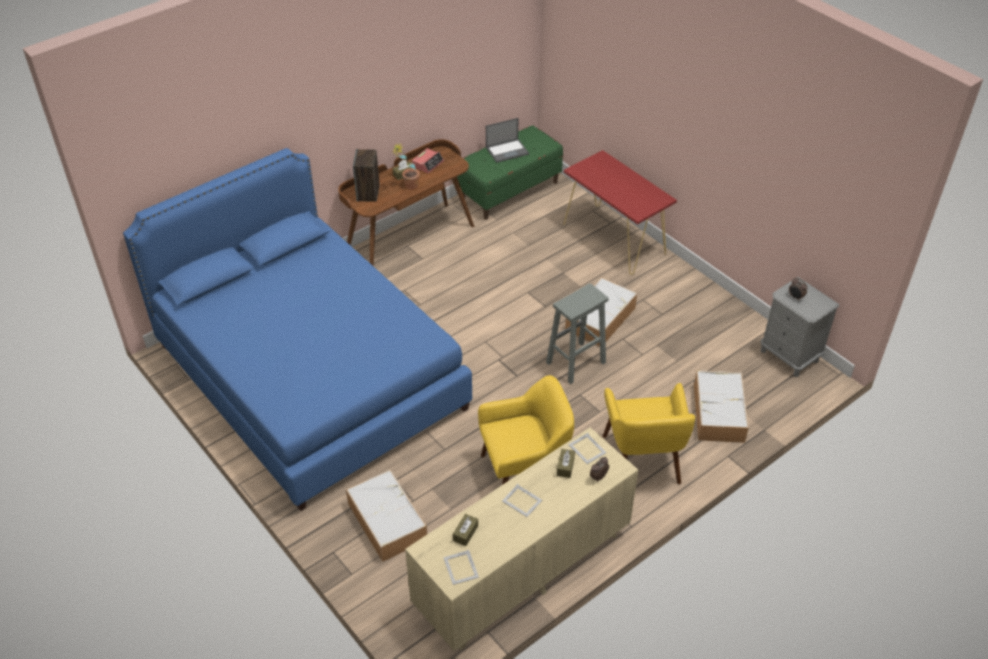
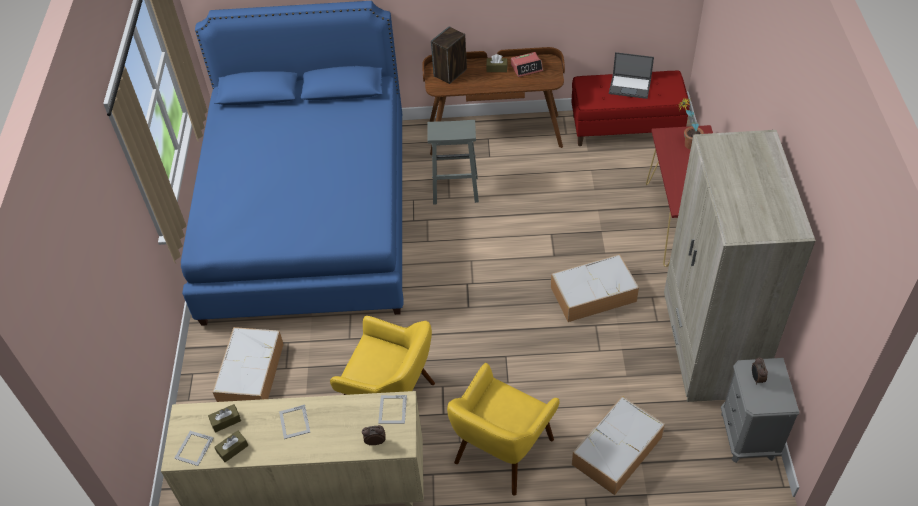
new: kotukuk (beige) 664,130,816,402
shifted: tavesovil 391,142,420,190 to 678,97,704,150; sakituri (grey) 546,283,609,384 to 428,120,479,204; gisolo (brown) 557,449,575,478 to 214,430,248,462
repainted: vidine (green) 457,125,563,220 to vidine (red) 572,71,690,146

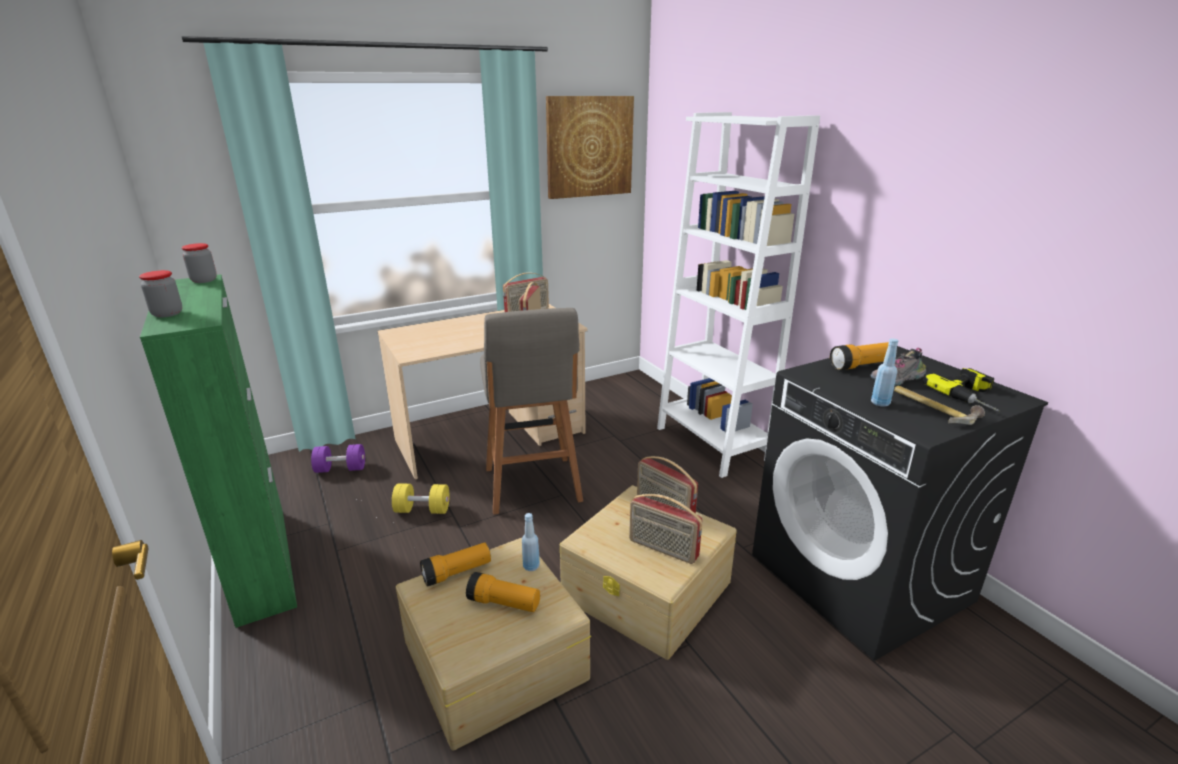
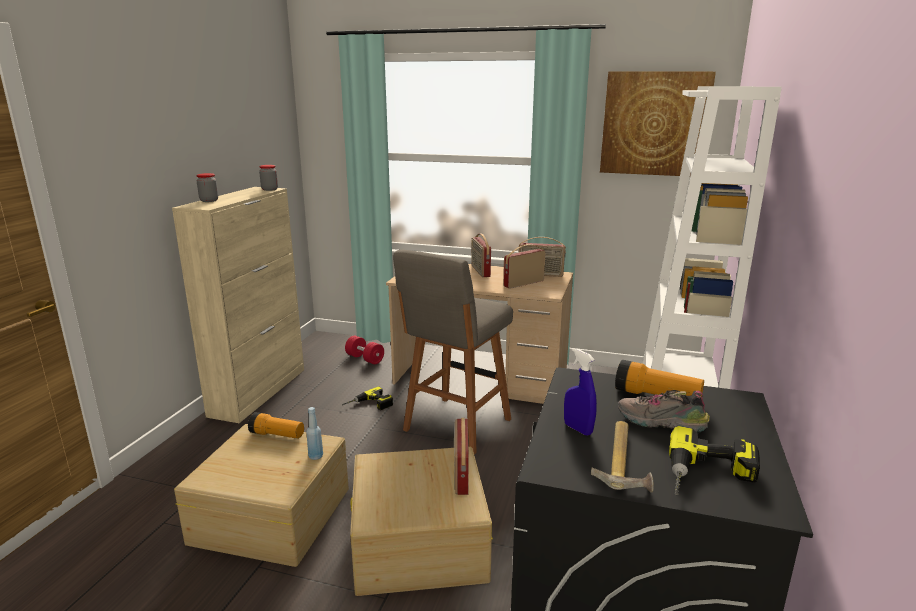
gone: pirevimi 466,572,540,612
shifted: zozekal 629,494,702,564 to 471,234,491,277
swapped: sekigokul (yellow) 392,483,450,514 to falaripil 342,386,393,410; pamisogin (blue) 871,338,898,407 to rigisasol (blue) 564,348,597,436
repainted: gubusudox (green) 140,274,297,628 to gubusudox (beige) 172,187,304,423; sekigokul (purple) 311,444,365,473 to sekigokul (red) 345,336,384,364

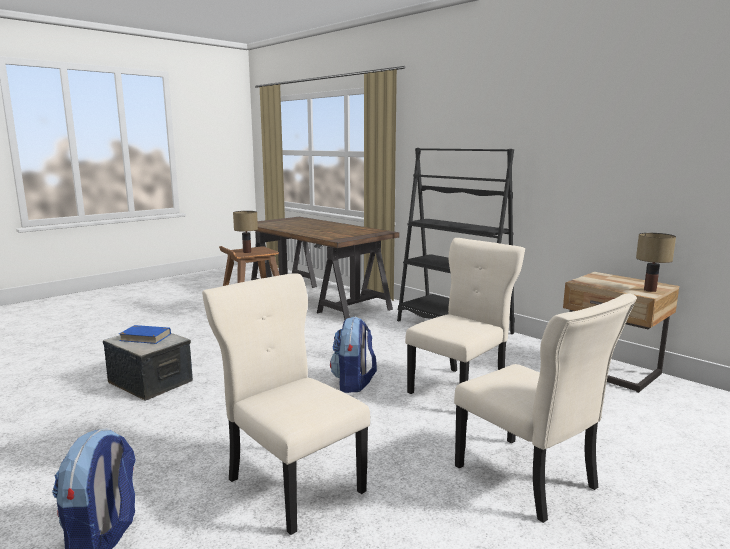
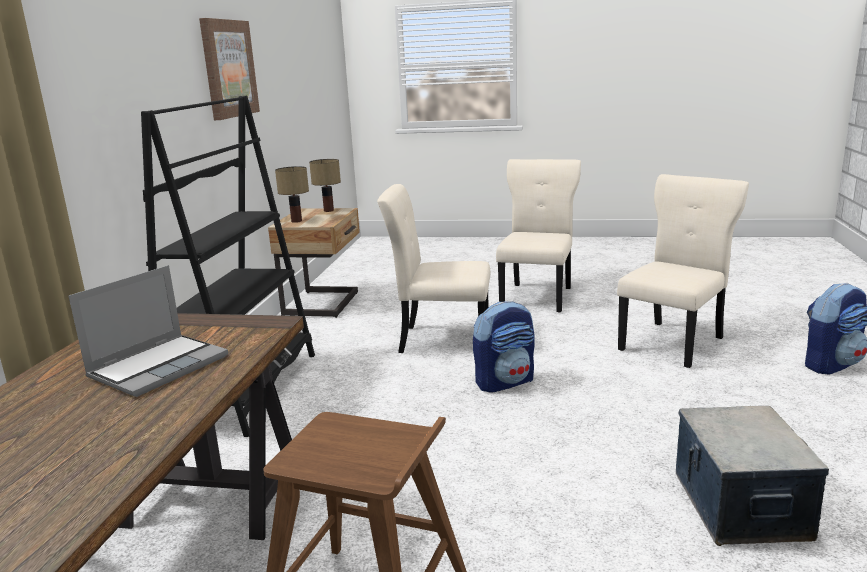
gone: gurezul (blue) 119,325,171,344
new: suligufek 68,265,228,397; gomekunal 199,18,260,120
shifted: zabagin 233,211,258,253 to 275,166,309,223
rotated: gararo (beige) 202,273,370,535 = 617,174,749,368 150 degrees counterclockwise

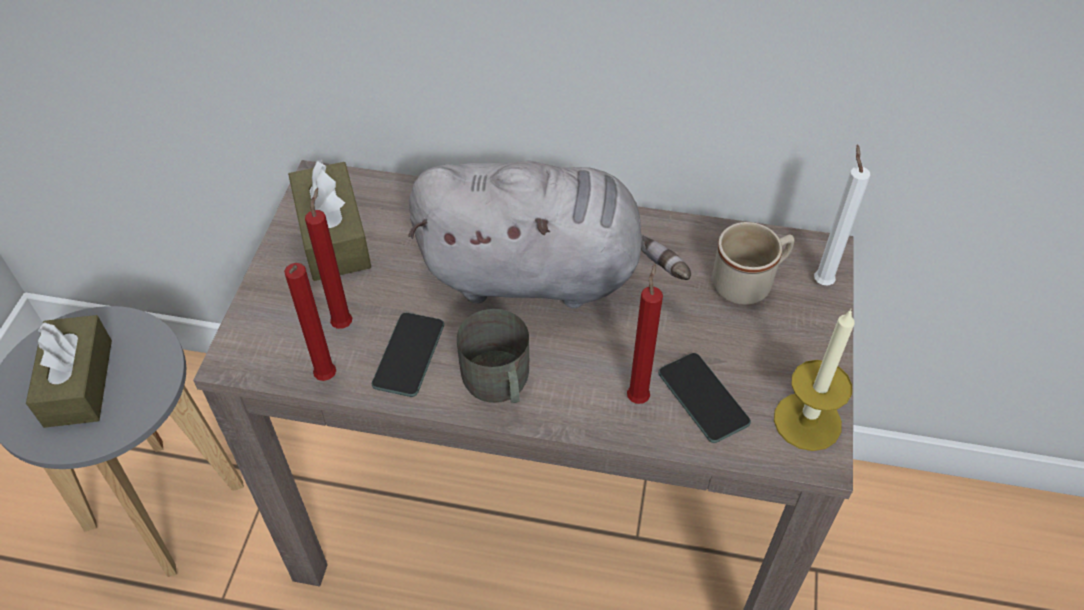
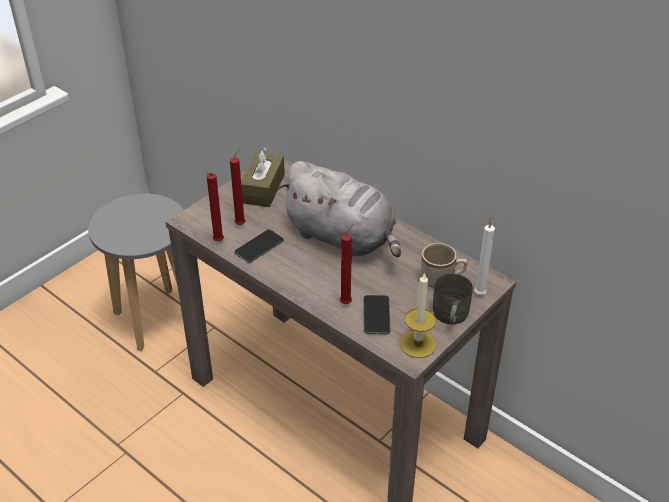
gone: gisolo (brown) 26,315,112,428
shifted: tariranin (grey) 457,309,529,403 to 433,274,473,324

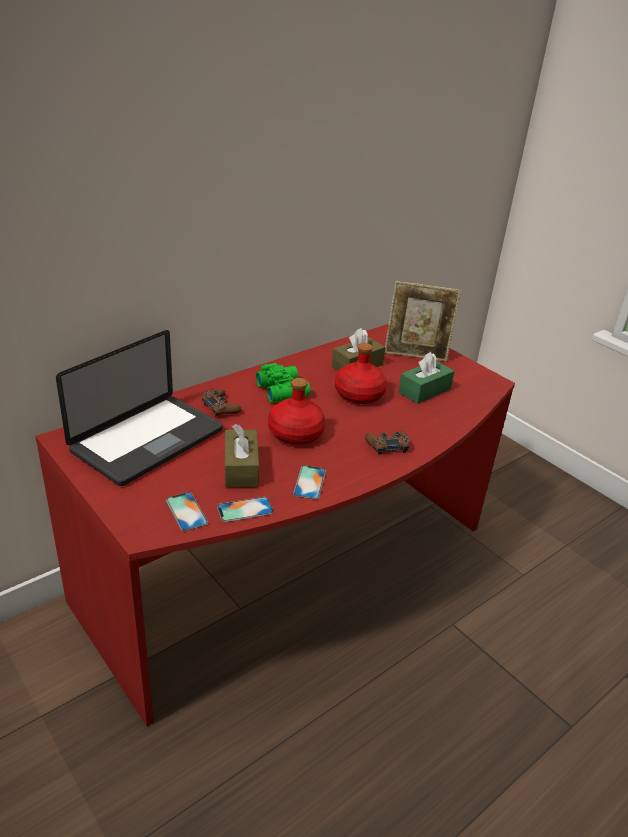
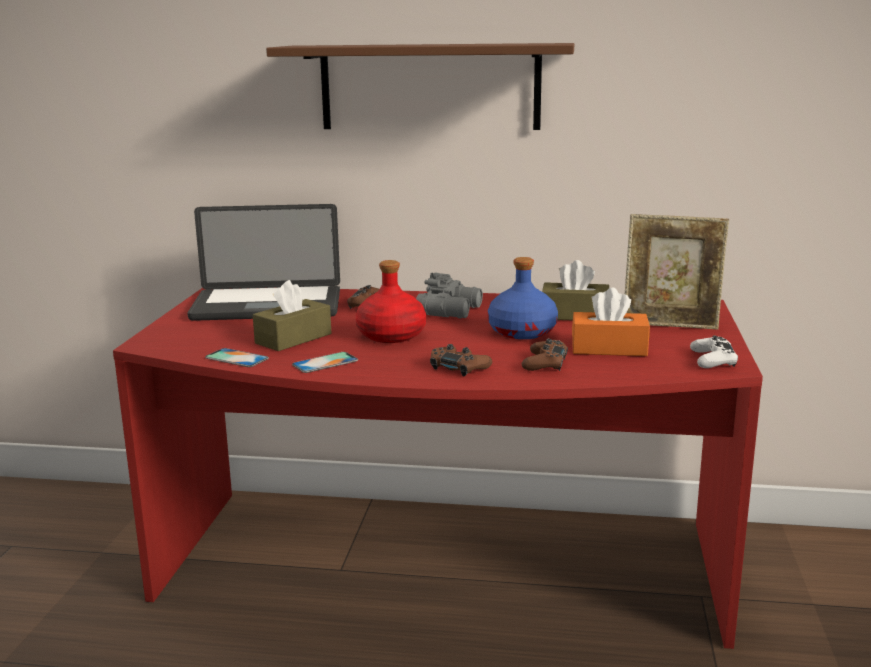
gone: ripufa 166,492,208,531
new: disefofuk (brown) 266,43,574,130; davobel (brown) 522,339,568,371; davobel (white) 690,335,738,368
repainted: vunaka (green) 256,363,311,403 to vunaka (grey) 416,273,483,318; pamisogin (red) 335,343,387,404 to pamisogin (blue) 488,257,558,339; gisolo (green) 398,352,454,404 to gisolo (orange) 572,288,650,356
rotated: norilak 385,281,461,362 = 625,214,729,329 45 degrees counterclockwise

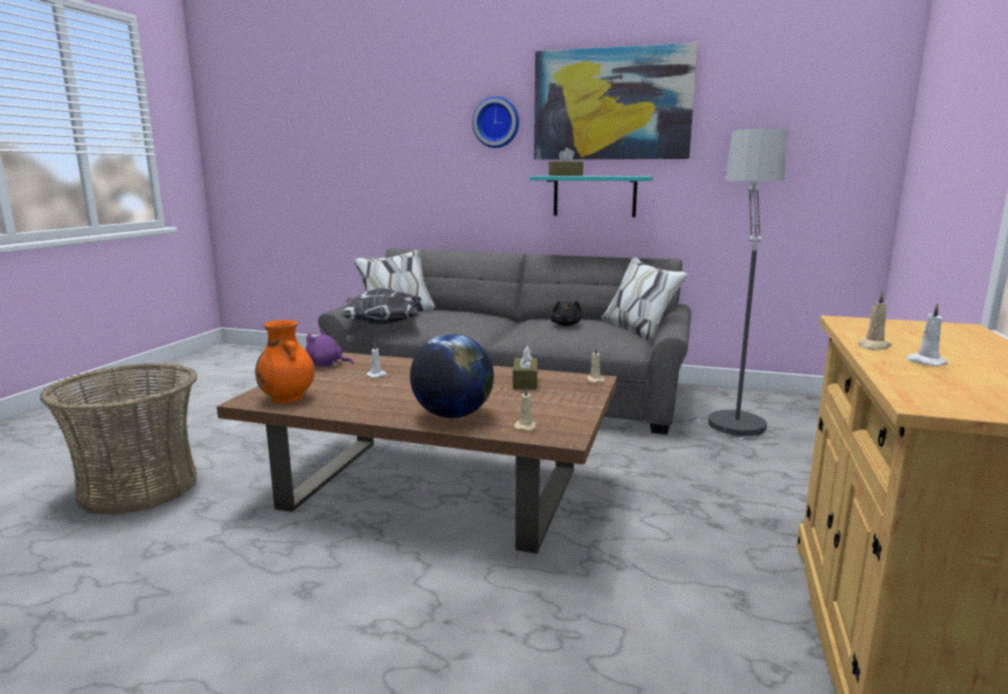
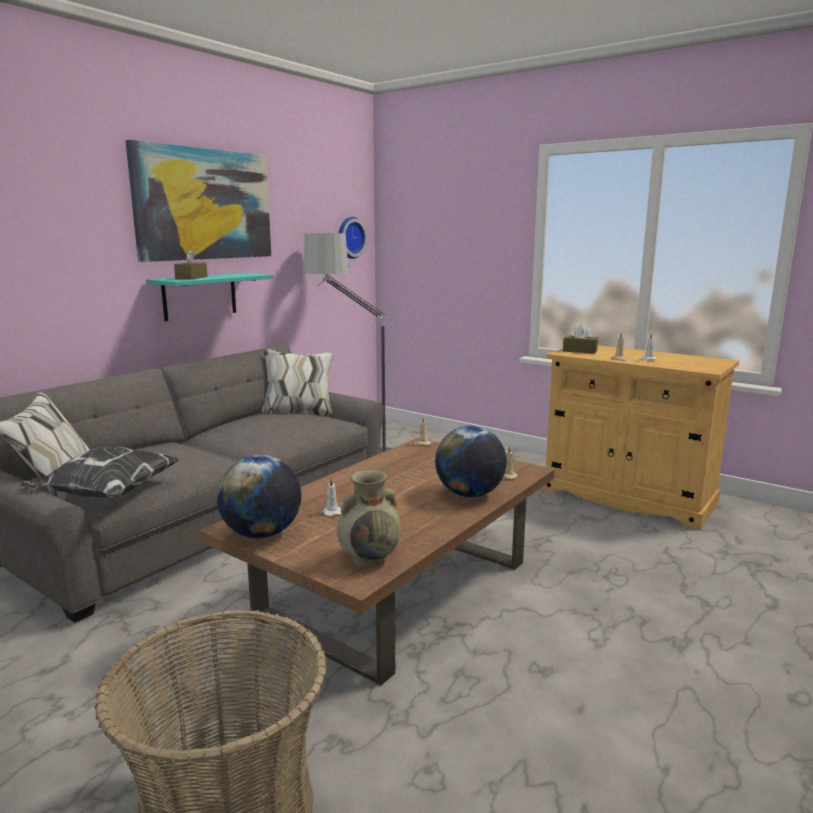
gone: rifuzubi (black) 550,301,581,326
shifted: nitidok 472,96,519,148 to 339,217,367,259; gisolo (brown) 513,346,537,389 to 563,324,598,354
swapped: rifuzubi (purple) 305,330,354,367 to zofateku 217,455,302,538
repainted: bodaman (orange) 255,320,314,403 to bodaman (beige) 337,470,401,567

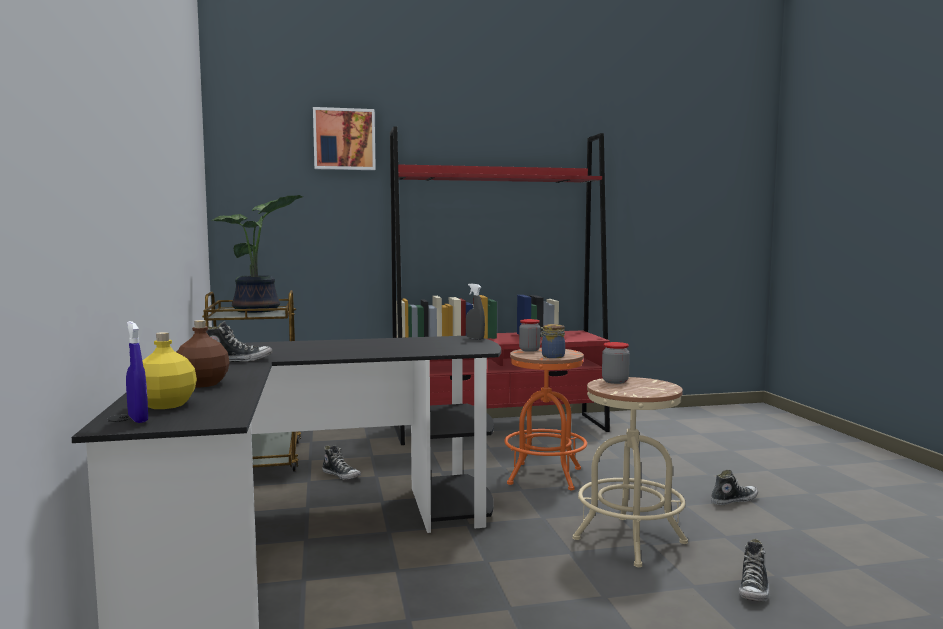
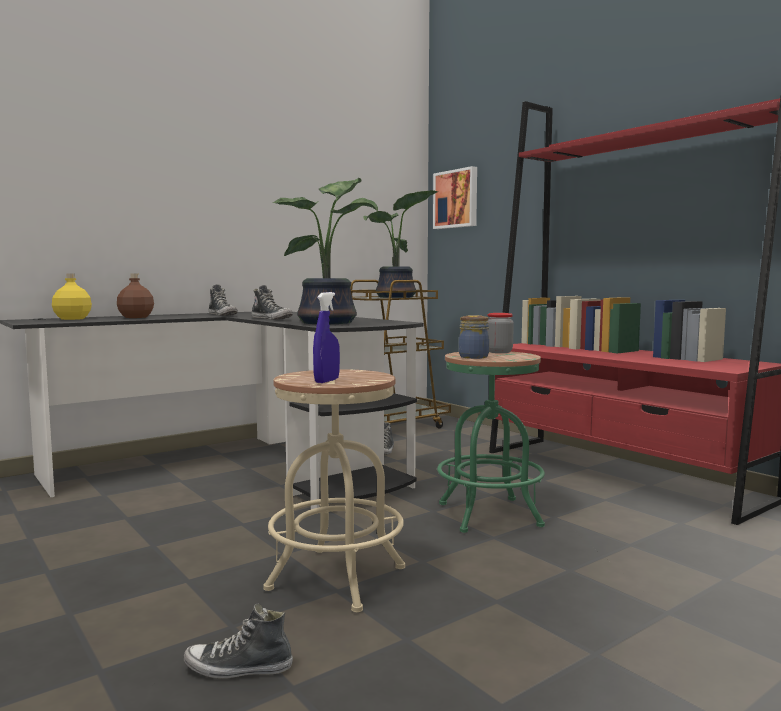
gone: rigisasol (grey) 466,284,485,340; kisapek 602,342,630,384
new: tavesovil 273,178,378,324
shifted: rigisasol (blue) 126,321,148,423 to 313,292,340,383; gomekunal 313,107,376,170 to 433,166,477,229; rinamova 711,470,758,505 to 252,285,293,320
repainted: sakituri (orange) 504,348,587,491 to sakituri (green) 437,352,545,533

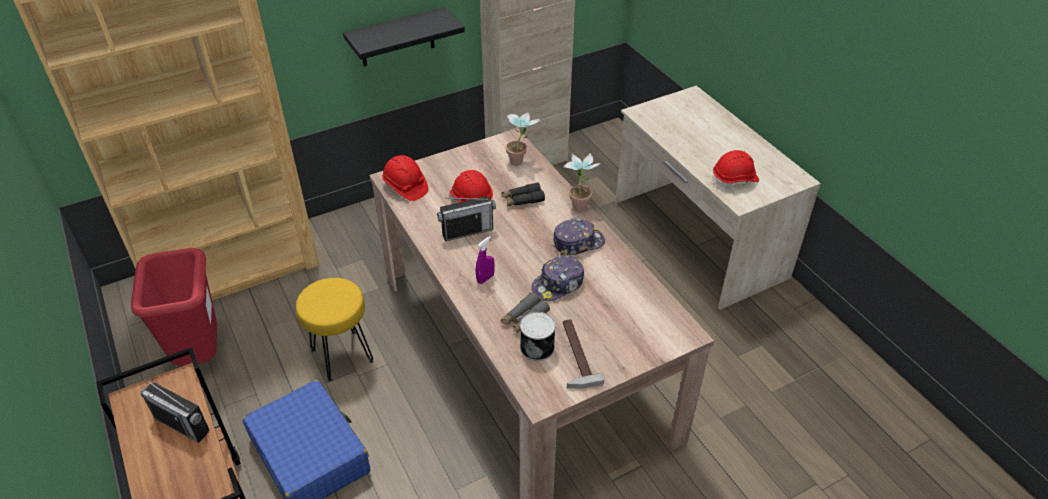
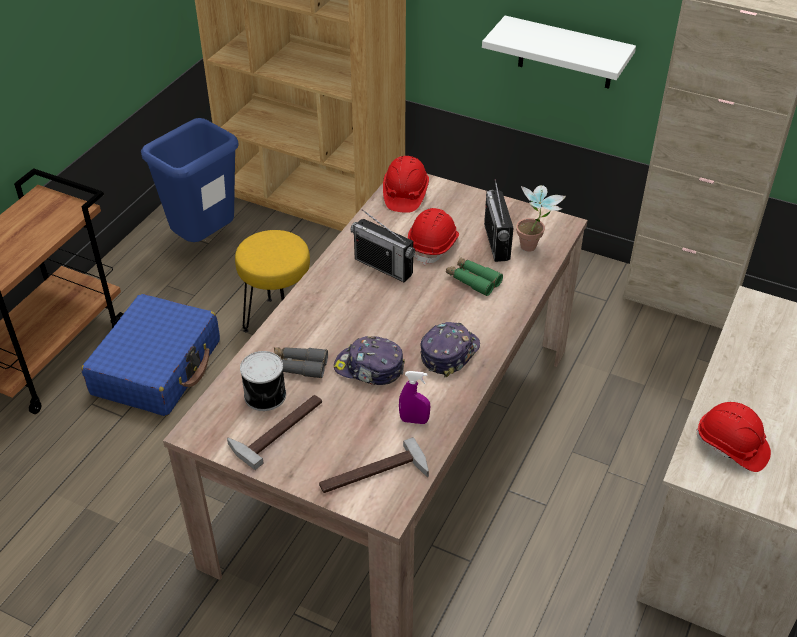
gone: tavesovil 563,153,601,212
new: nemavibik 319,437,429,493
shifted: zozekal 140,379,209,443 to 484,179,513,262; rigisasol (purple) 476,236,495,284 to 399,371,430,424
repainted: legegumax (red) 131,248,217,366 to legegumax (blue) 141,118,239,242; disefofuk (black) 343,7,465,66 to disefofuk (white) 482,16,636,89; vunaka (black) 501,182,545,206 to vunaka (green) 446,257,503,296
rotated: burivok 553,219,605,255 = 421,322,480,377 90 degrees counterclockwise

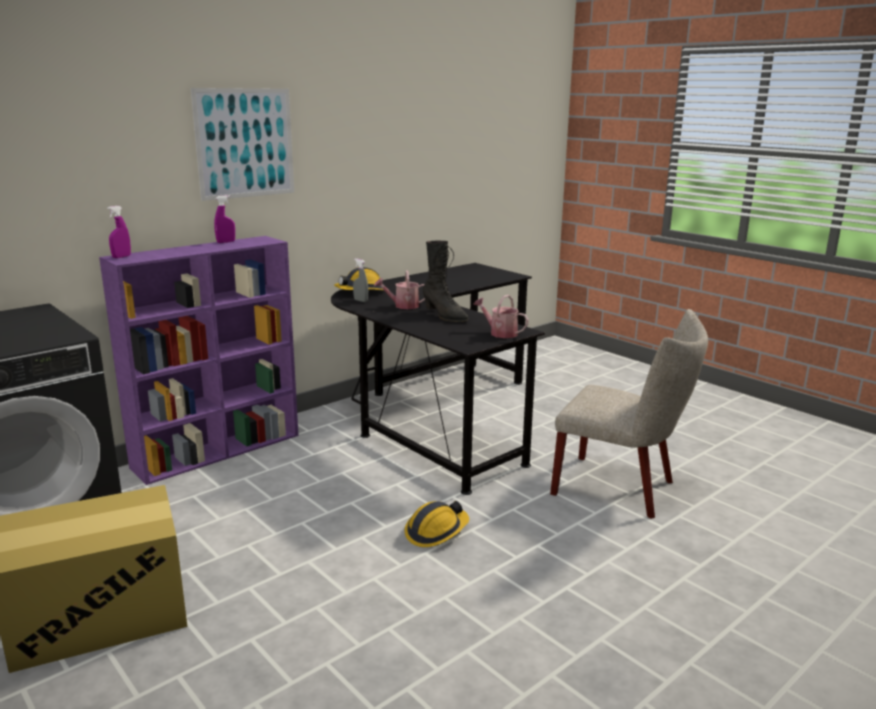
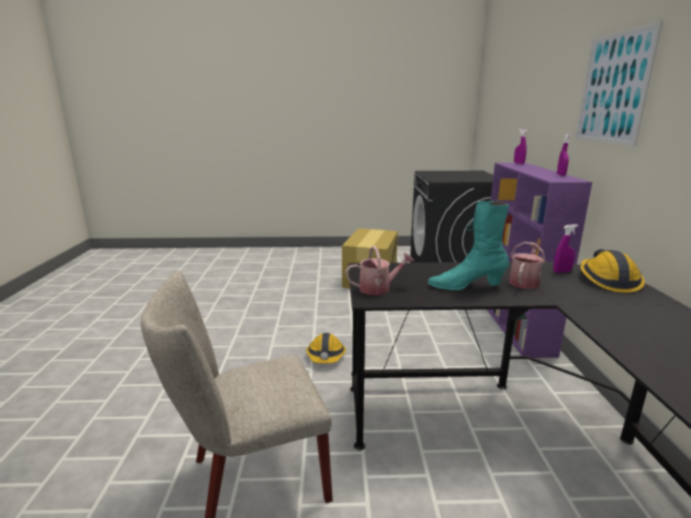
repainted: rigisasol (grey) 353,259,368,302 to rigisasol (purple) 553,224,578,273; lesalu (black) 423,241,469,322 to lesalu (turquoise) 427,201,509,290

